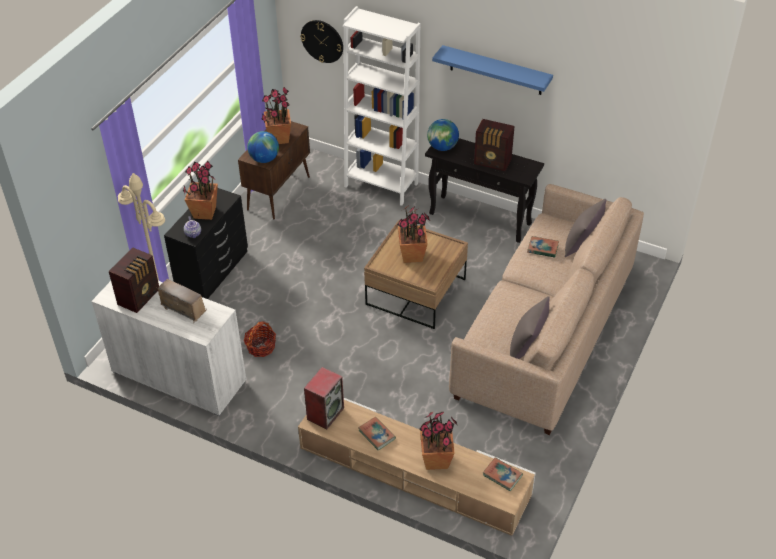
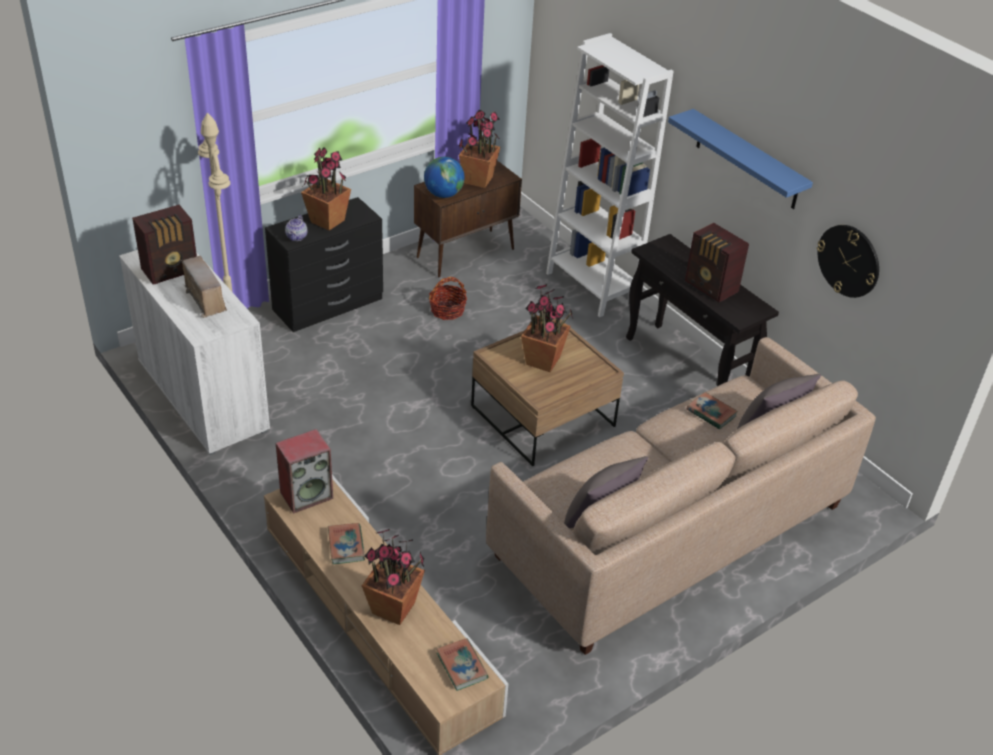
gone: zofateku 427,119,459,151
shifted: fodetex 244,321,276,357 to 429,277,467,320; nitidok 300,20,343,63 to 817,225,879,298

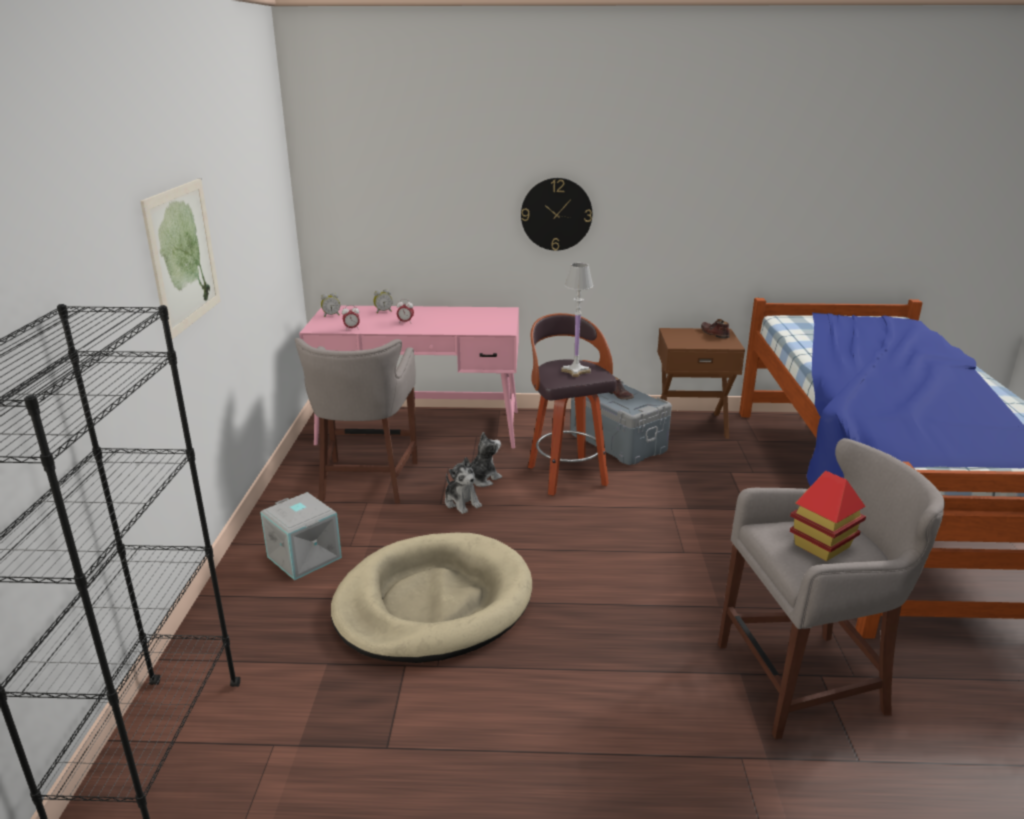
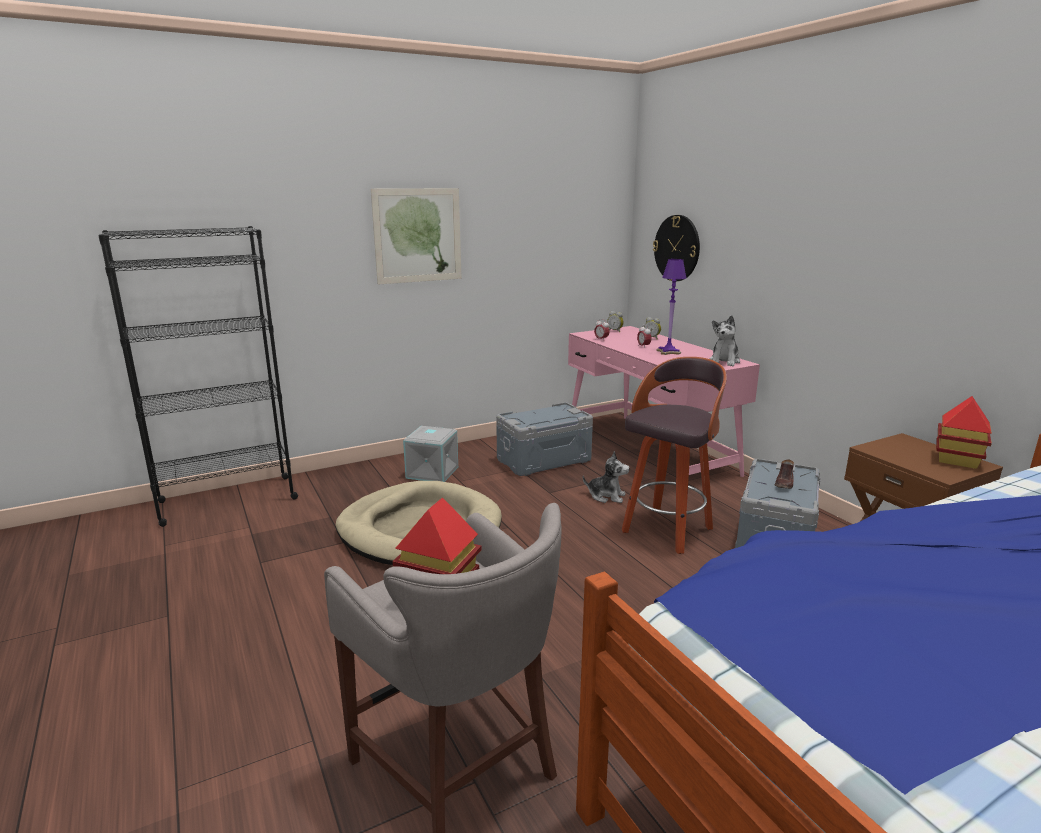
gone: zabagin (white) 561,263,593,377
new: zabagin (purple) 656,259,687,355
shifted: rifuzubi 445,457,482,514 to 710,315,740,366; nitidok 521,178,592,251 to 653,215,700,281
swapped: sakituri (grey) 295,338,418,504 to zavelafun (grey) 496,402,593,476; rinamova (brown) 701,319,730,338 to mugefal 936,396,992,469

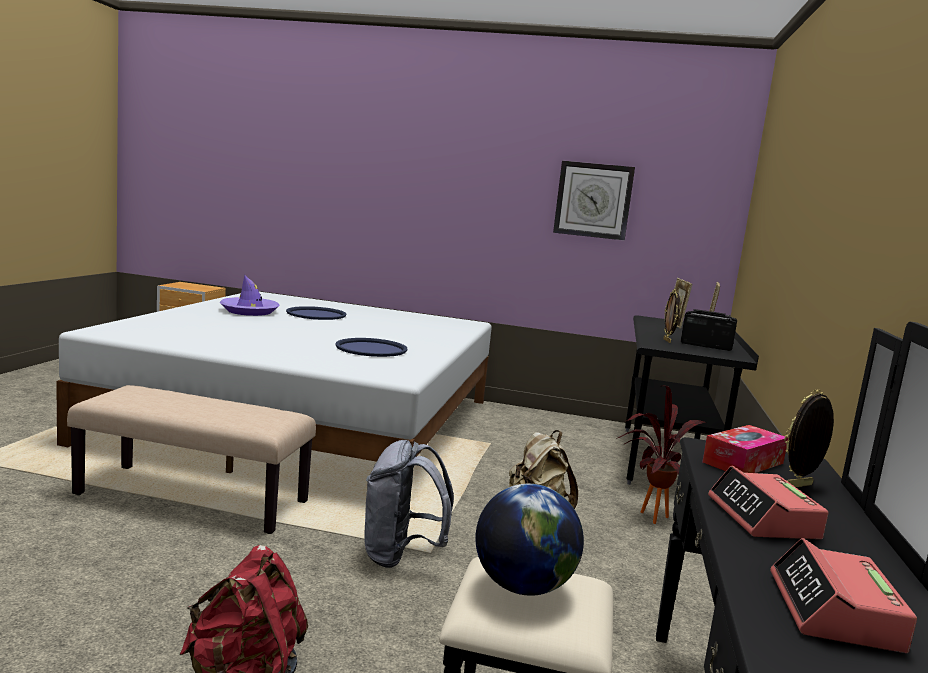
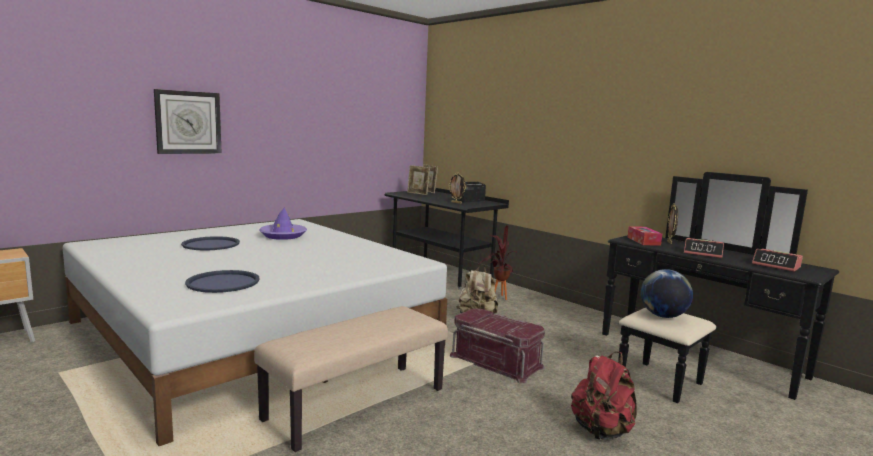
shifted: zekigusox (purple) 220,275,279,316 to 259,207,307,240; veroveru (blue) 335,338,407,357 to 185,270,260,293; nitidok 553,161,635,241 to 154,89,222,154
swapped: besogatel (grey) 365,440,454,568 to zavelafun (red) 450,309,545,384

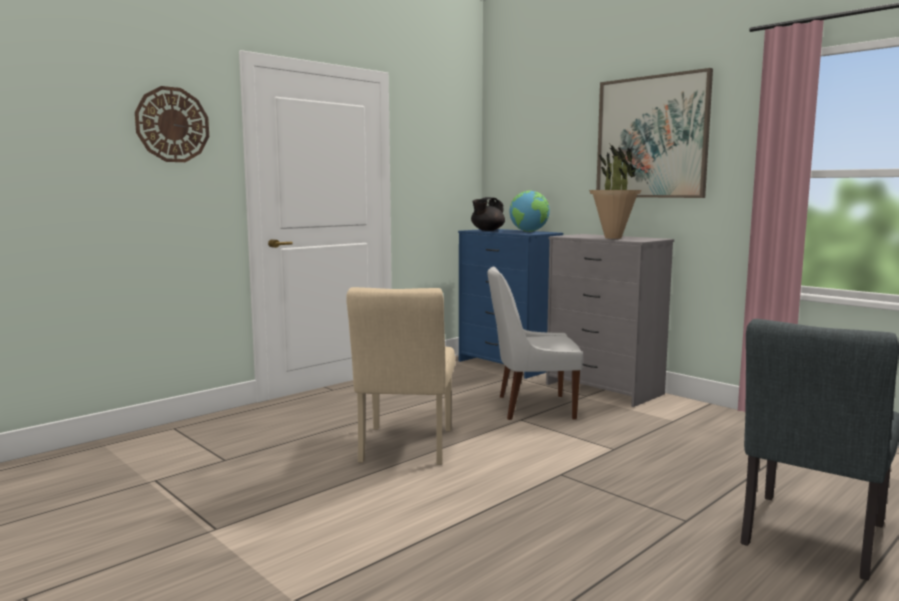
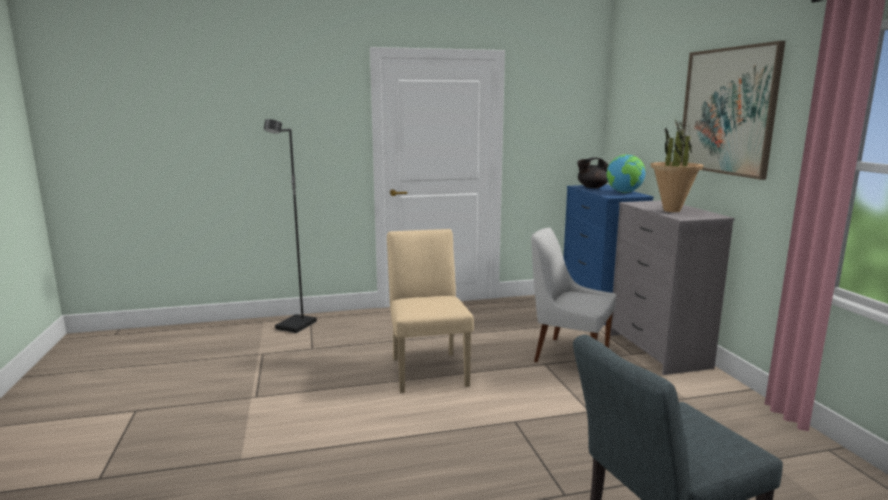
gone: nitidok 135,86,209,162
new: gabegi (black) 264,119,317,333
rotated: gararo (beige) 346,287,455,465 = 387,229,474,393 135 degrees clockwise

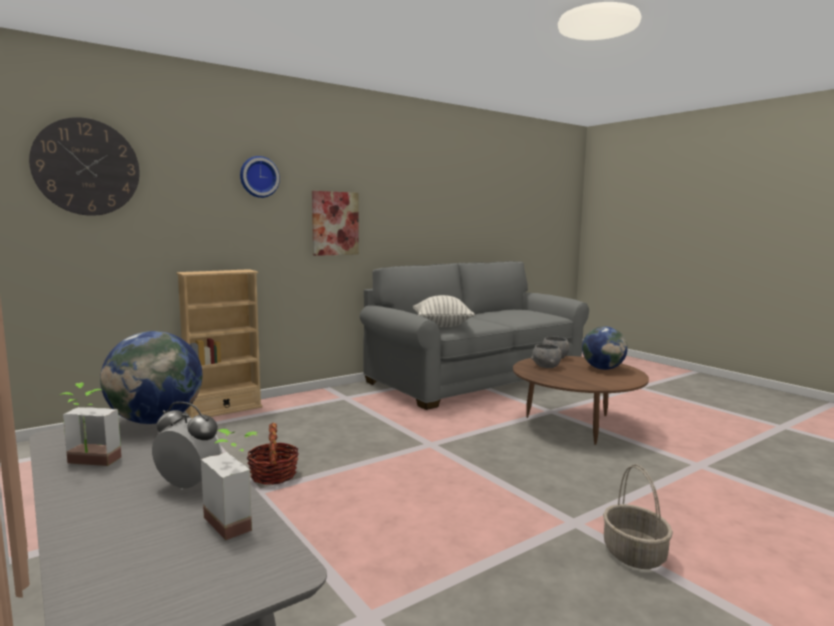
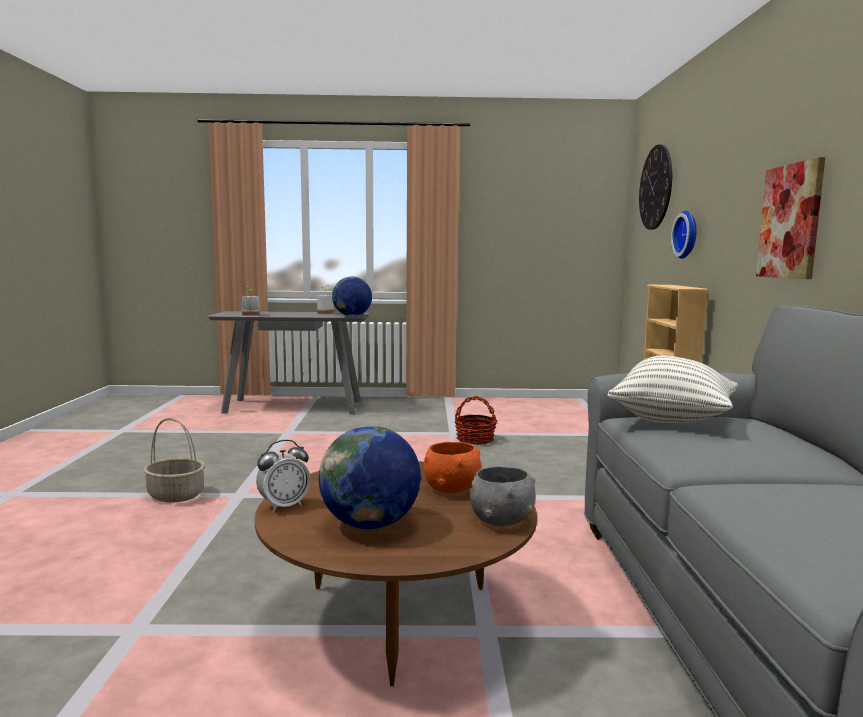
shifted: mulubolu 152,402,222,490 to 256,440,310,512; nitidok 240,156,280,198 to 671,211,697,259
repainted: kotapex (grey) 531,344,562,368 to kotapex (orange) 424,442,481,494

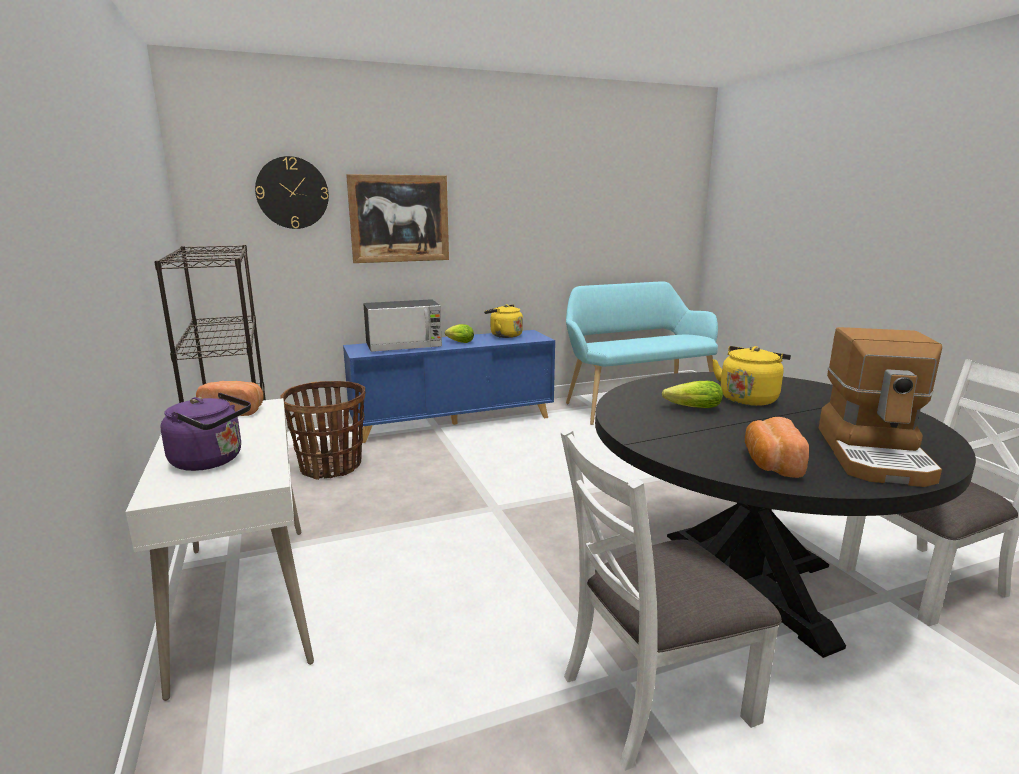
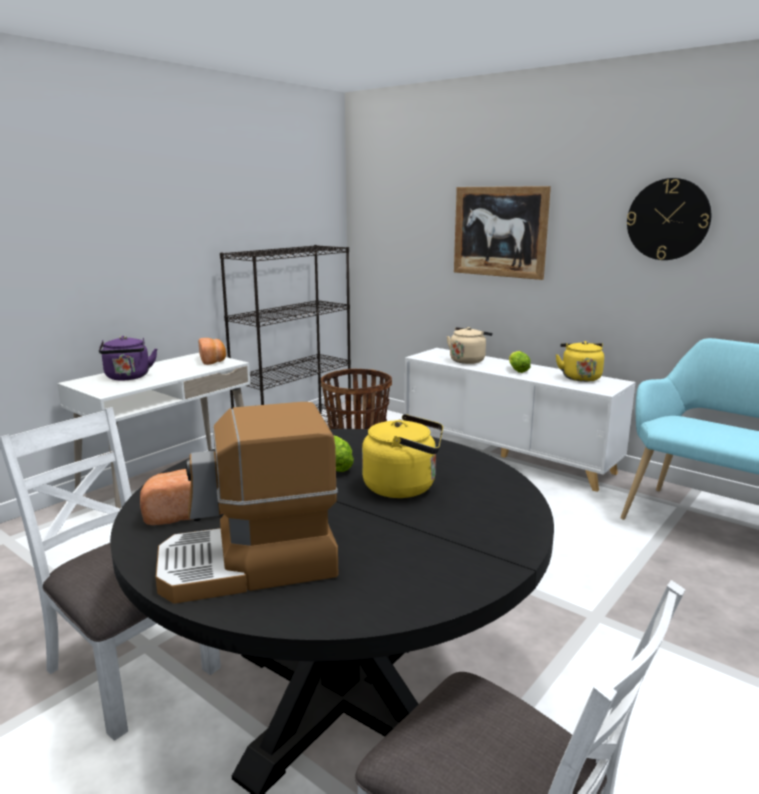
shifted: nitidok 255,156,329,229 to 627,178,711,260
swapped: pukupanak 363,299,442,352 to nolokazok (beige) 447,327,492,364
repainted: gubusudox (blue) 343,330,555,443 to gubusudox (white) 404,348,636,492

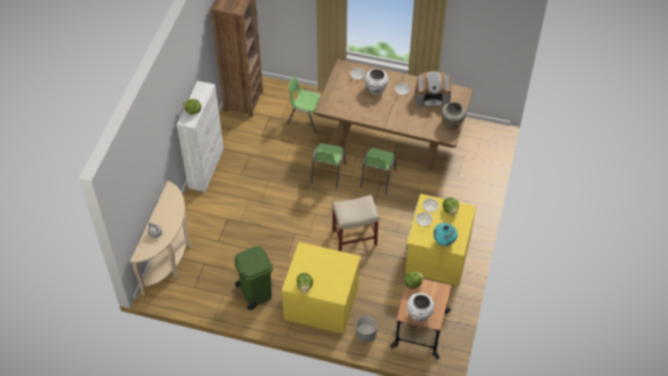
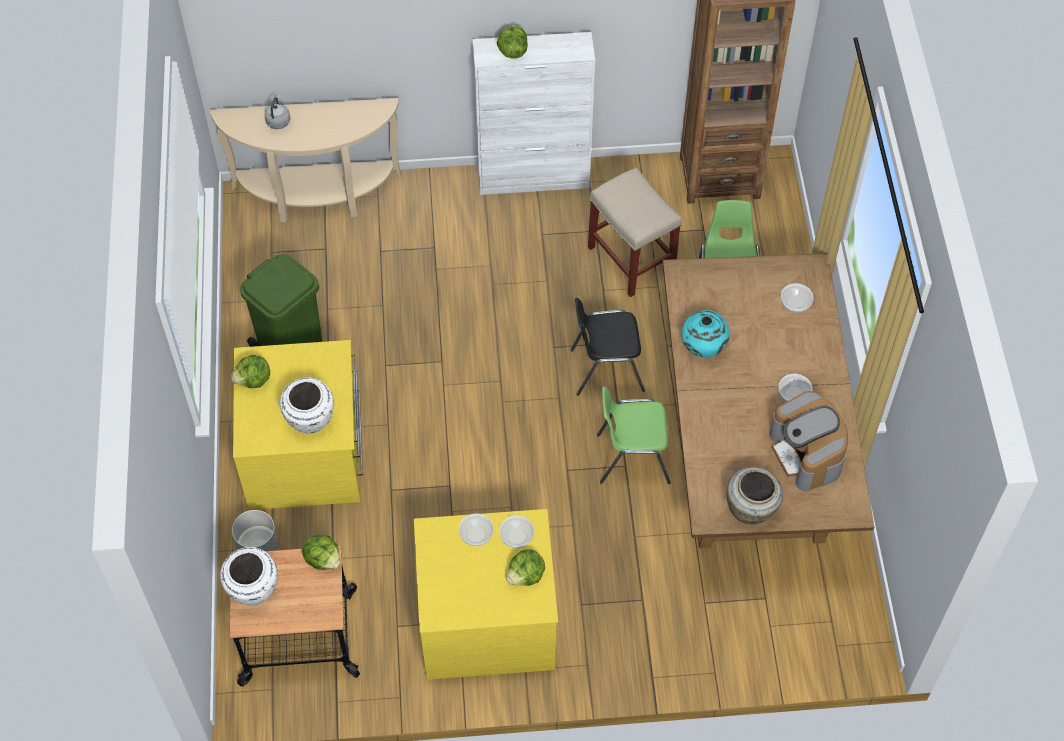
shifted: sakituri (beige) 332,195,379,252 to 588,167,682,297; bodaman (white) 365,69,388,94 to 280,377,334,433; bodaman (turquoise) 433,223,458,246 to 682,310,730,358
repainted: gararo (green) 311,143,346,189 to gararo (black) 571,298,645,396

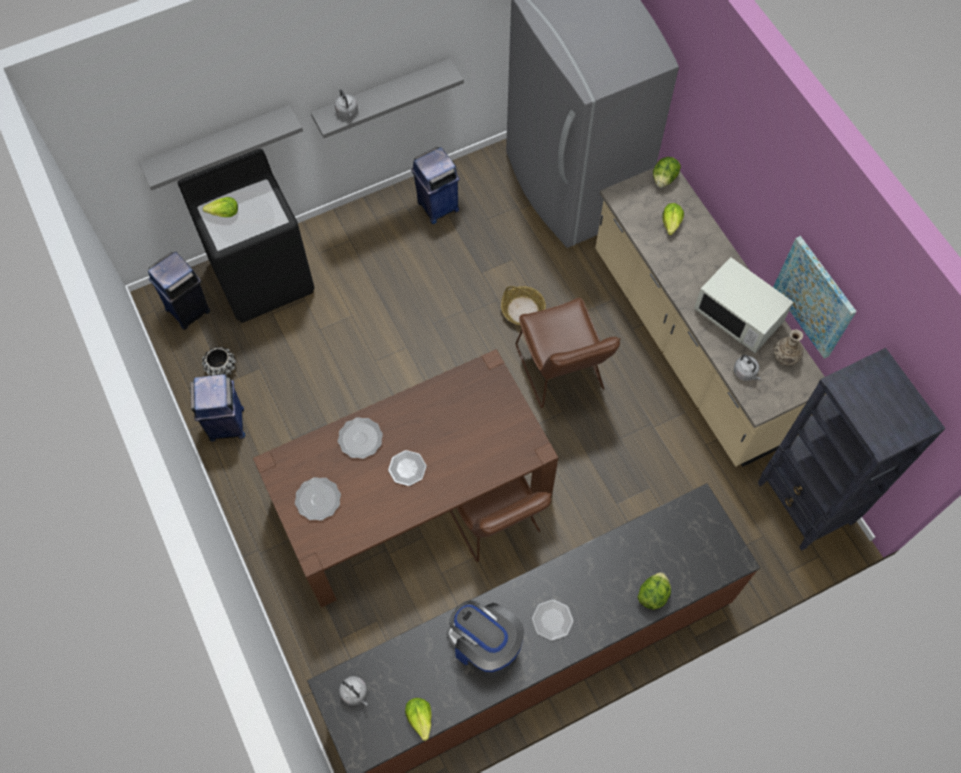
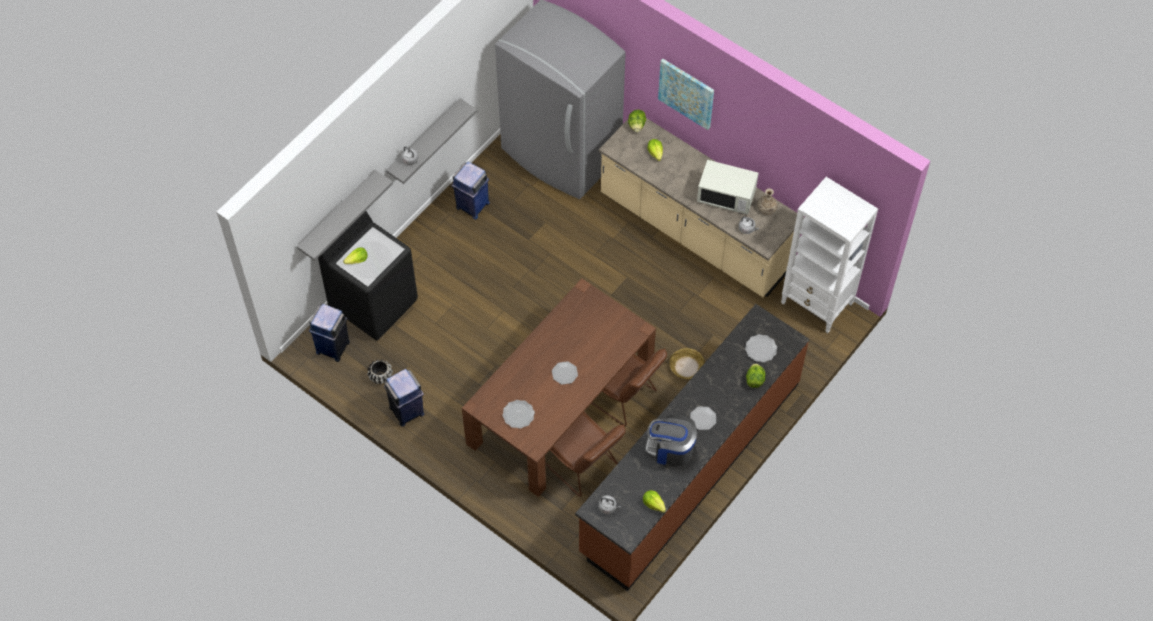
shifted: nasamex 338,417,383,459 to 745,334,777,362; fodetex 501,286,546,325 to 670,348,705,379; gararo (brown) 516,298,621,408 to 545,412,626,497; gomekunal 773,236,857,359 to 658,59,714,130
repainted: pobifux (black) 758,348,946,551 to pobifux (white) 781,177,878,333

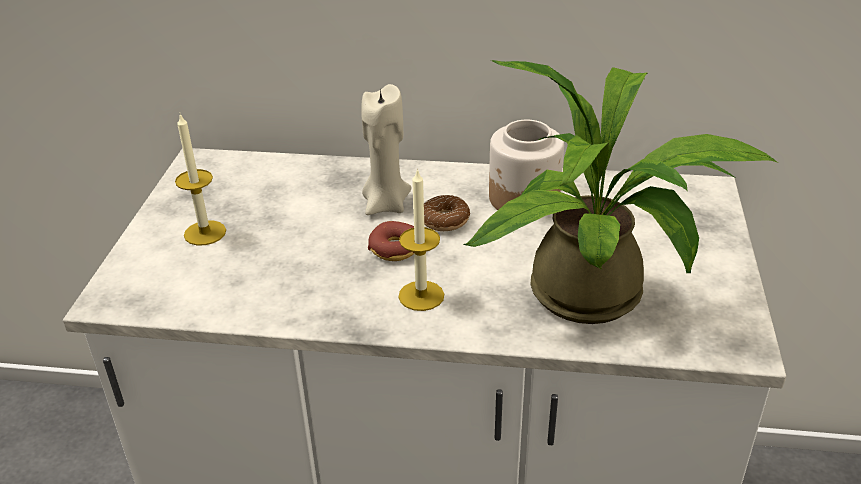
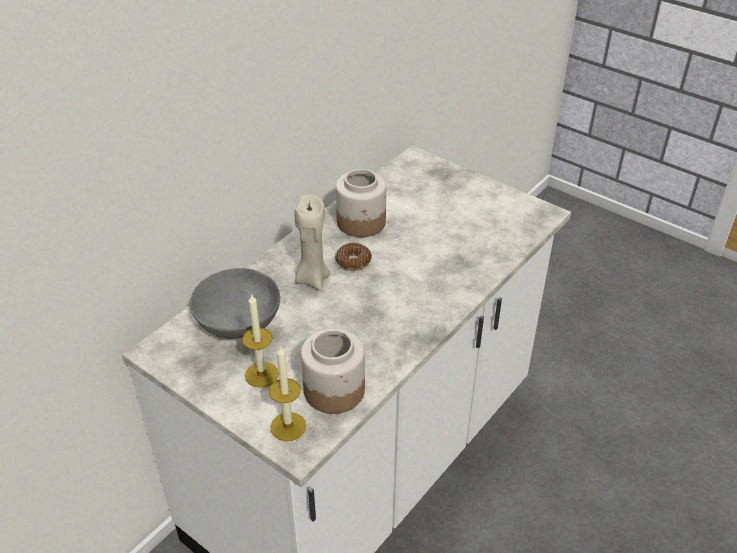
gone: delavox 368,221,414,261; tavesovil 463,60,778,324
new: kotapex (grey) 190,268,280,339; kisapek 301,329,365,414
shifted: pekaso 398,168,444,311 to 269,346,306,441

